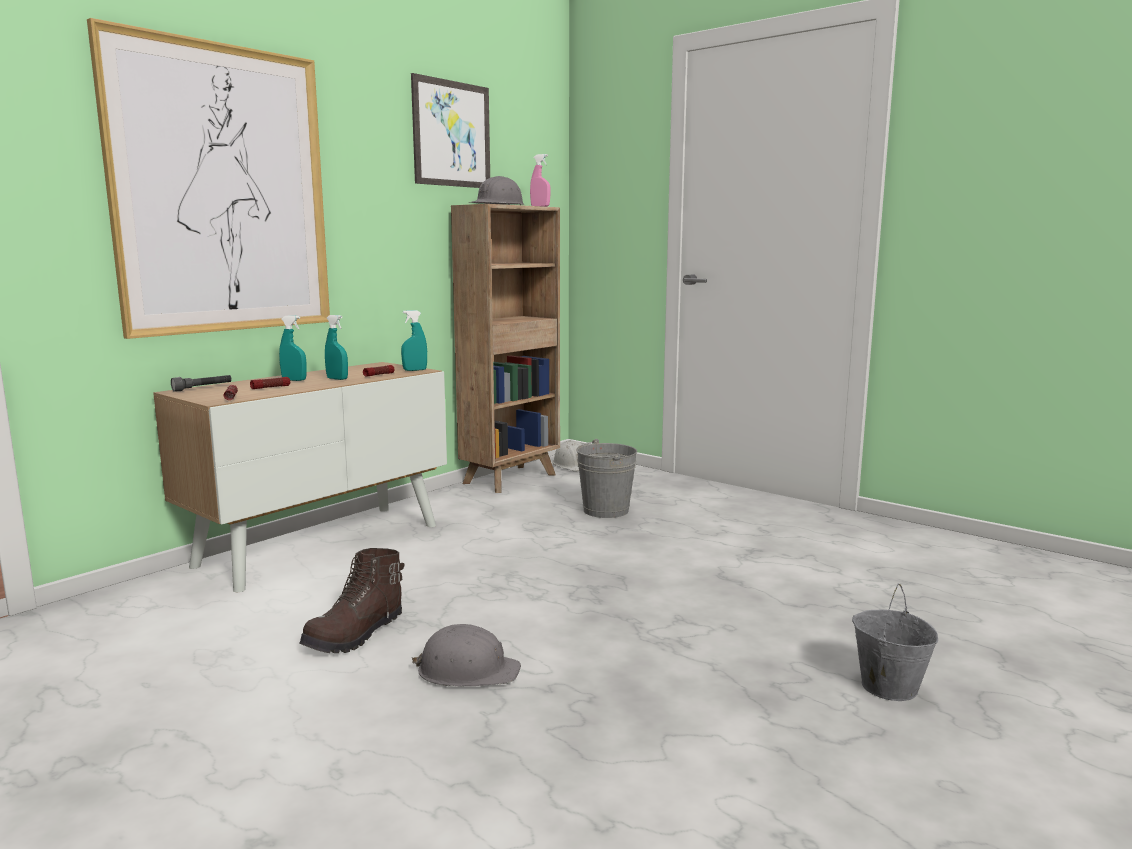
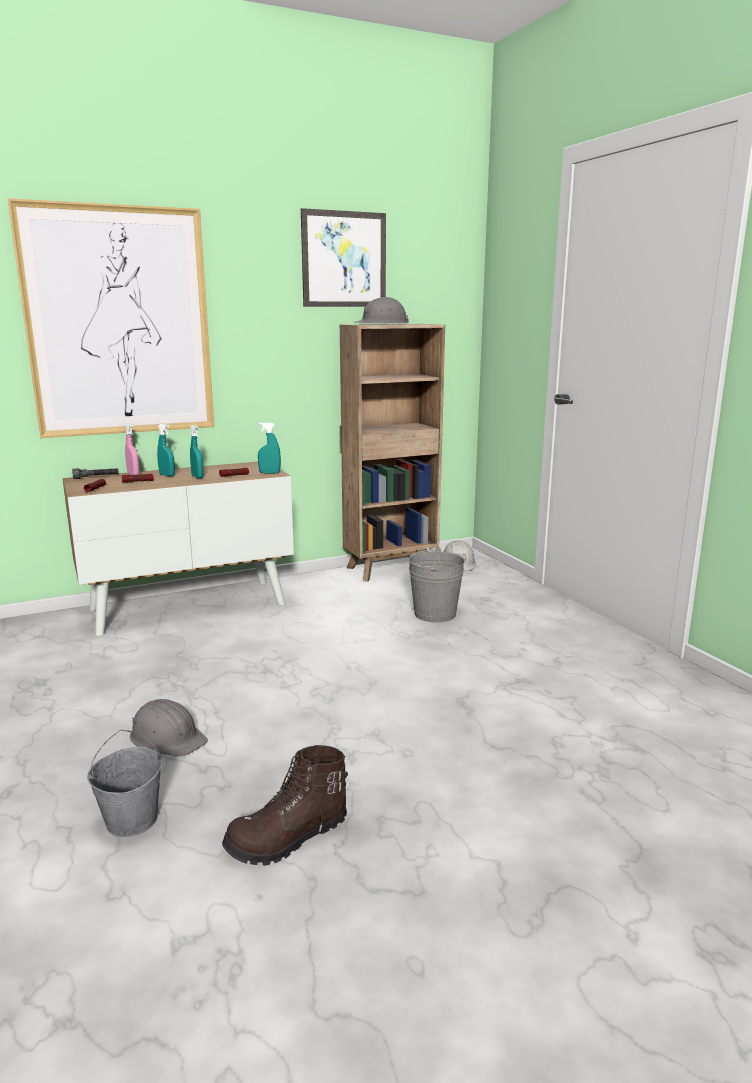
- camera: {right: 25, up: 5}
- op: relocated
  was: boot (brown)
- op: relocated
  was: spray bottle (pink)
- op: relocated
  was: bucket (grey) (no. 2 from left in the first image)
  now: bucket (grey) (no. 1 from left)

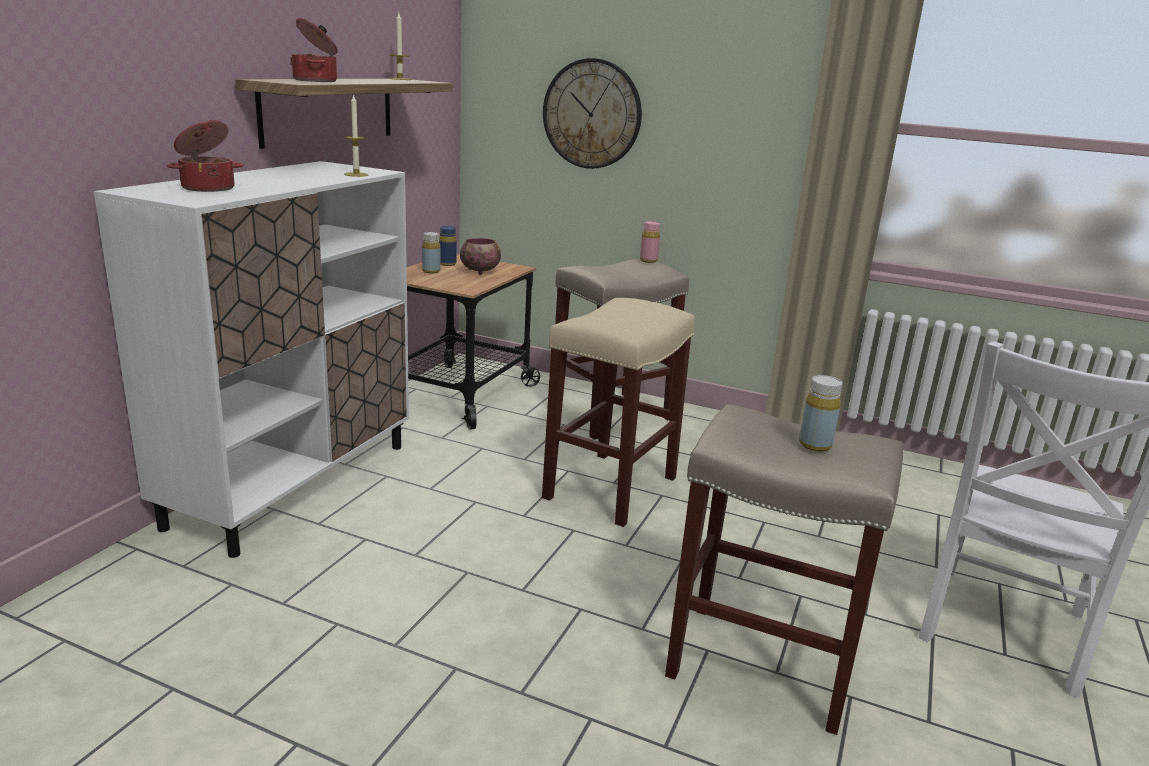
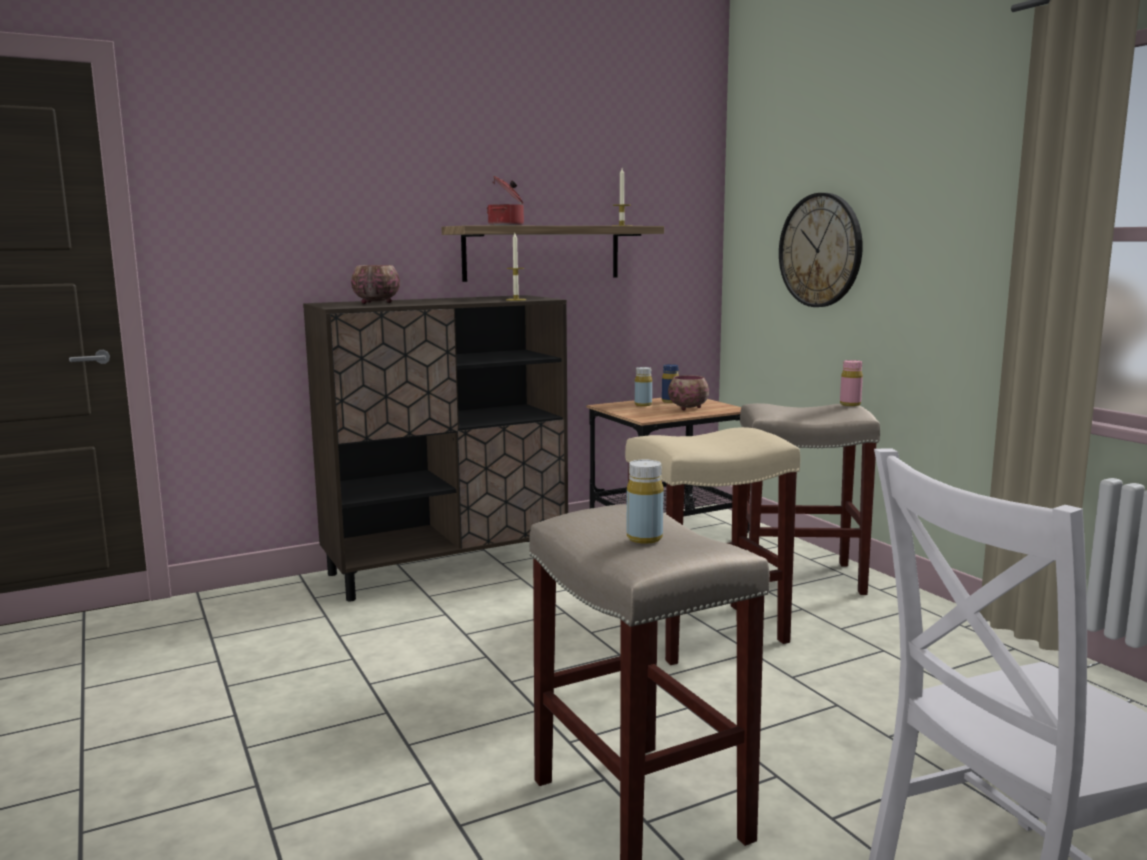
- camera: {right: 40, up: -10}
- op: exchanged
  was: cooking pot (no. 1 from left)
  now: bowl (no. 1 from left)
- op: colour
  was: cabinet (white)
  now: cabinet (brown)

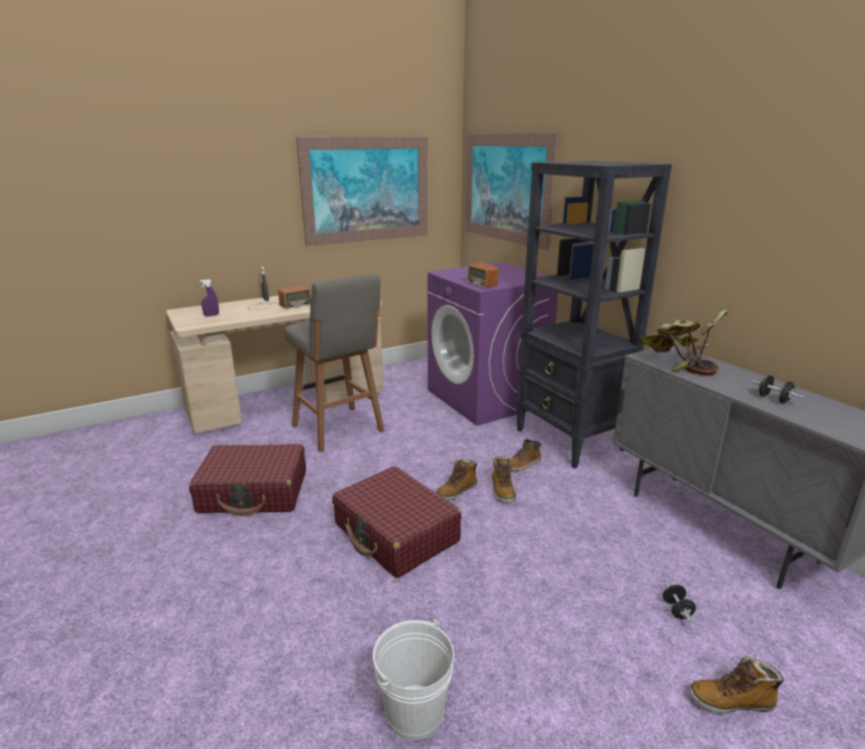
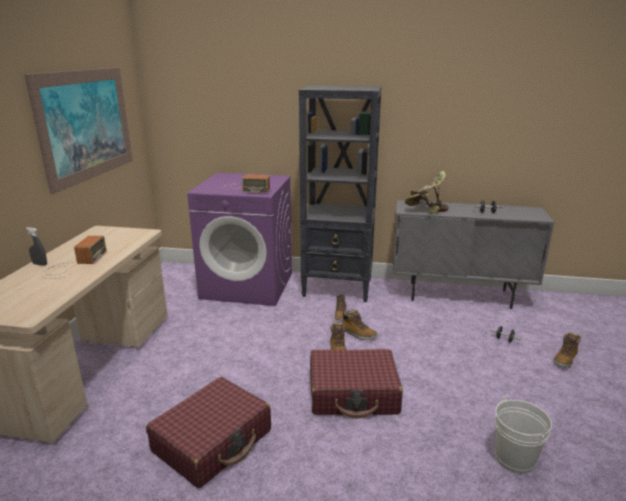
- camera: {right: -50, up: 0}
- op: missing
  was: spray bottle (purple)
- op: missing
  was: stool (grey)
- op: missing
  was: picture (no. 2 from left)

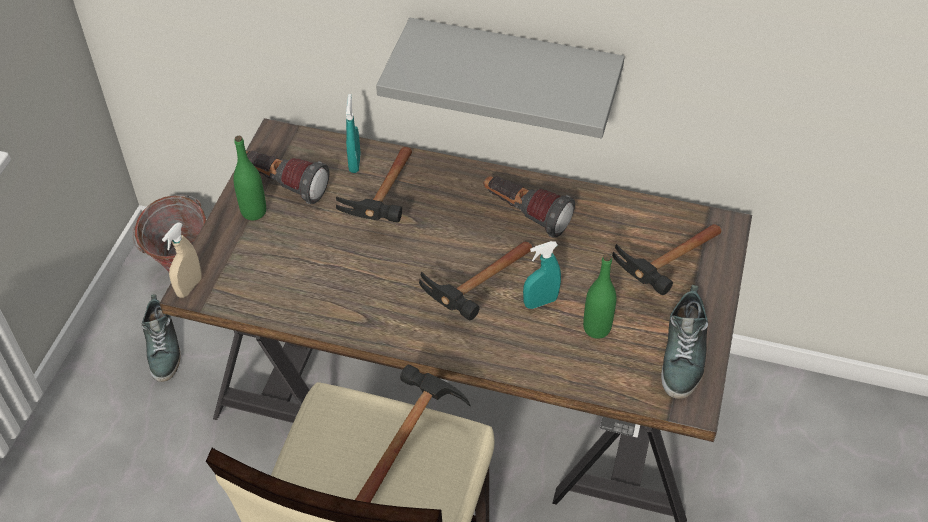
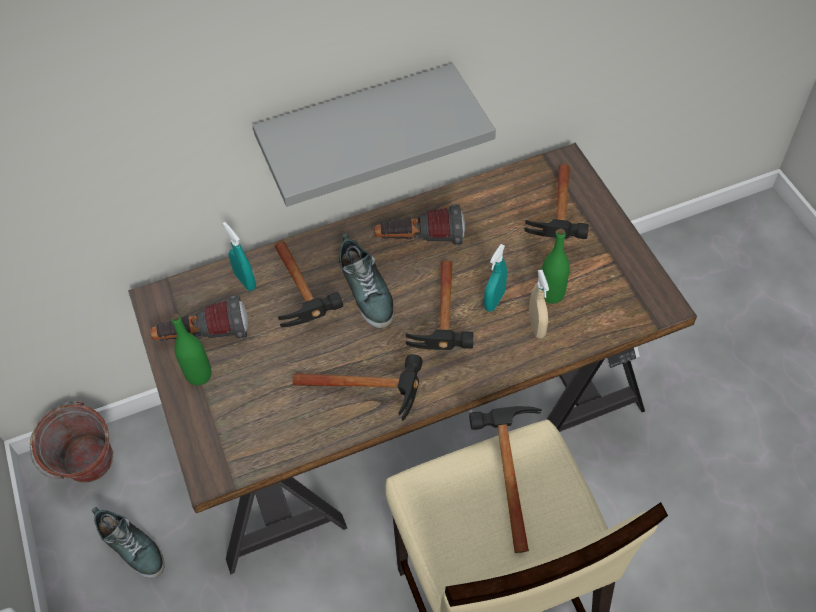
- camera: {right: -35, up: 5}
- op: appeared
  now: hammer (no. 2 from left)
- op: relocated
  was: spray bottle (beige)
- op: relocated
  was: shoe (no. 2 from left)

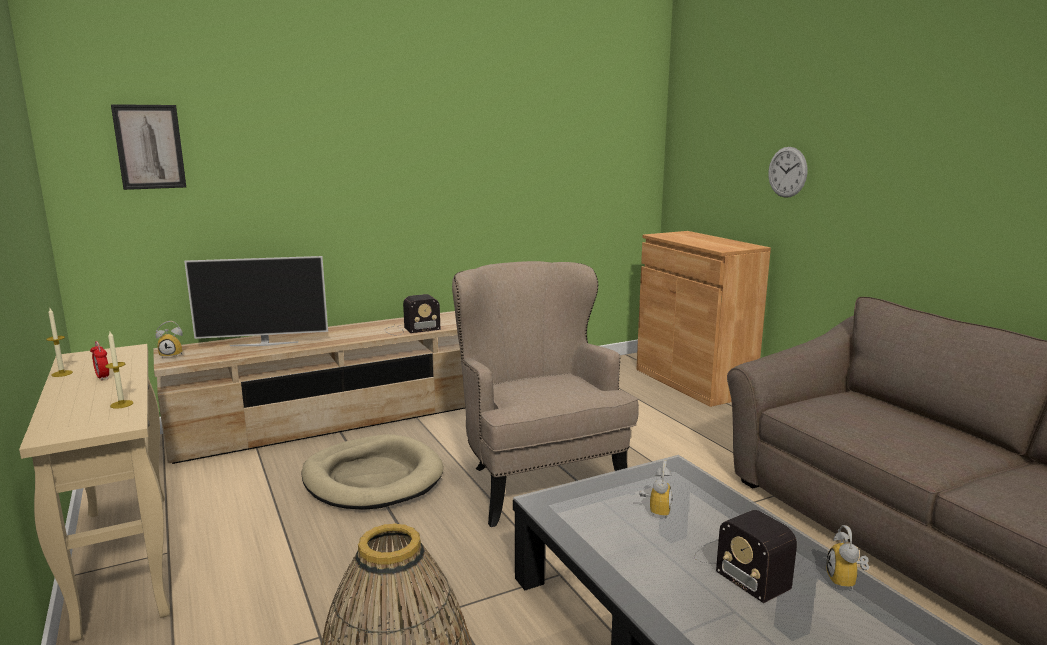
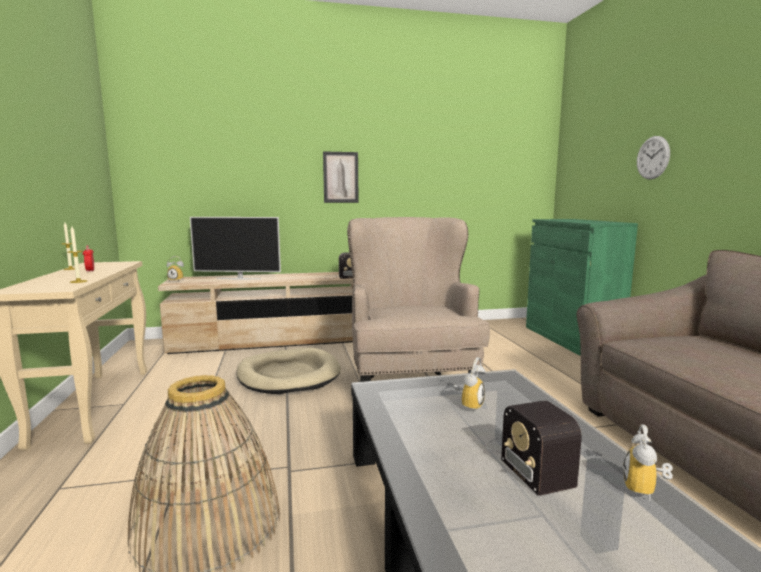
- camera: {right: 15, up: -5}
- op: relocated
  was: picture
- op: colour
  was: cabinet (brown)
  now: cabinet (green)

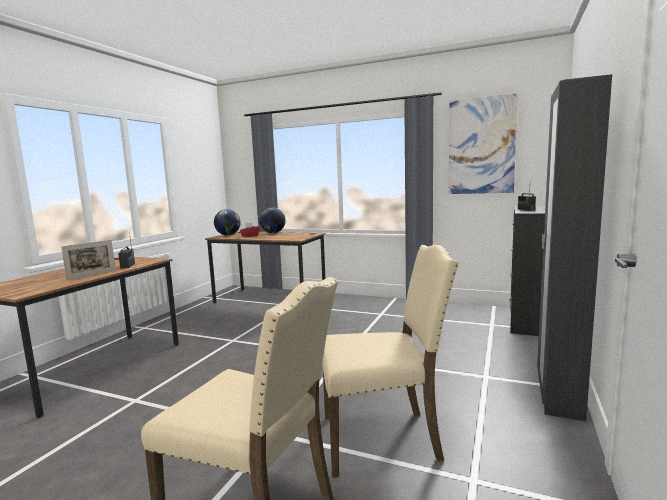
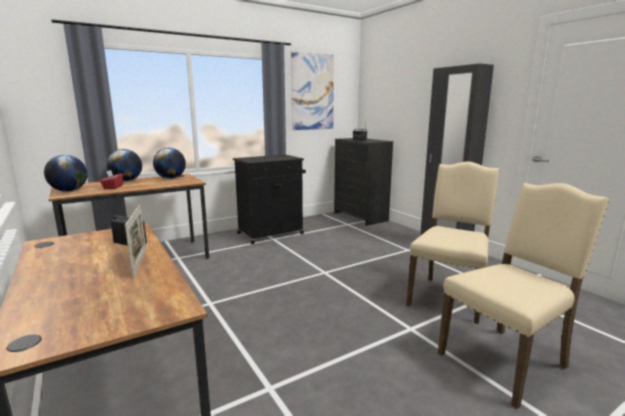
- camera: {right: -55, up: 5}
- op: appeared
  now: globe (no. 3 from left)
- op: appeared
  now: cabinet (black)

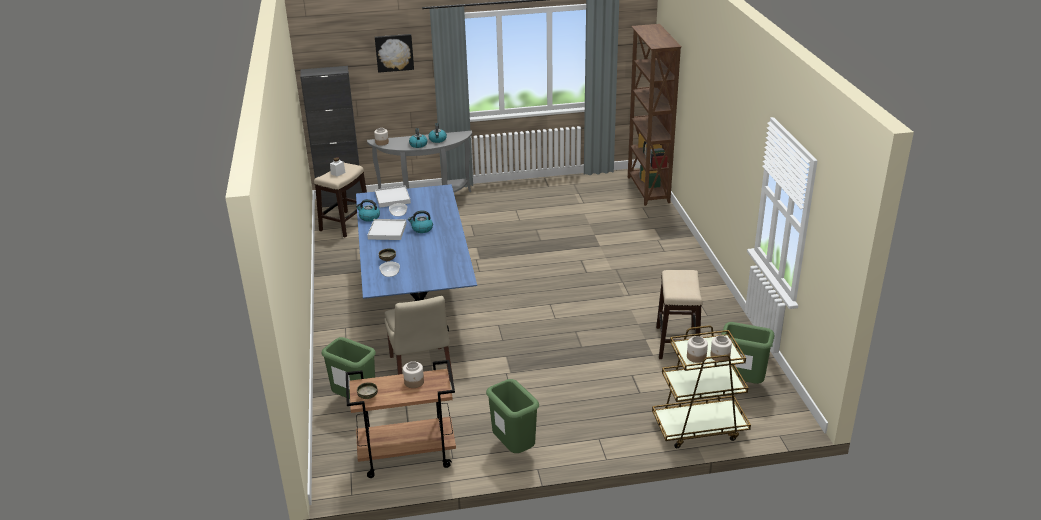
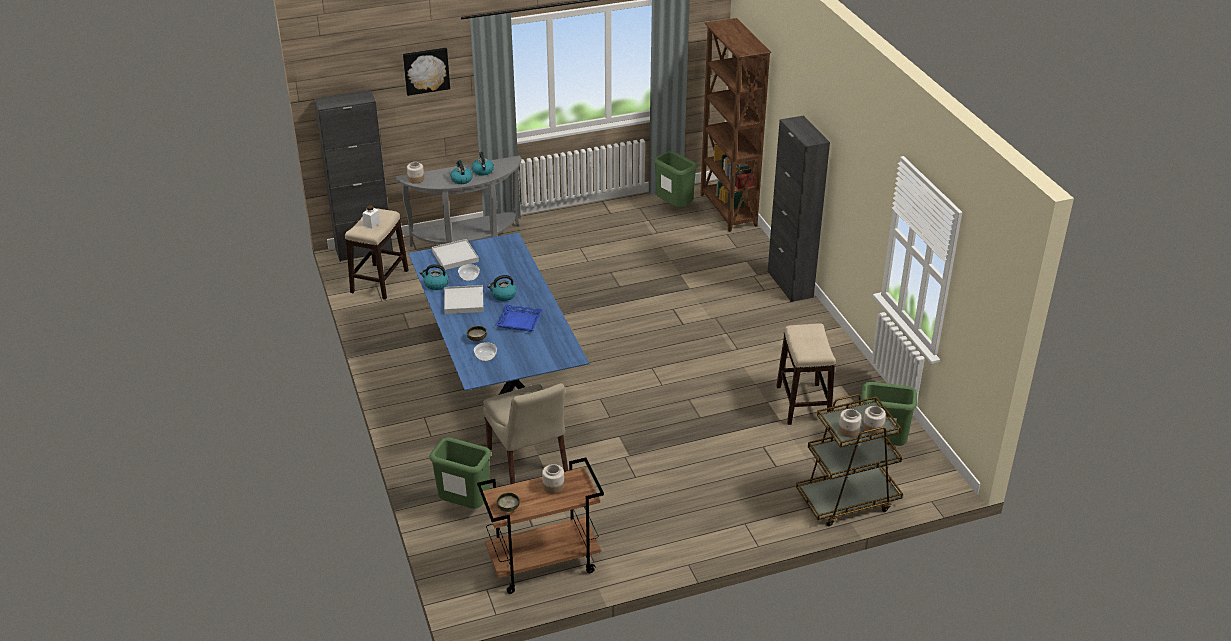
- camera: {right: -10, up: 5}
- op: appeared
  now: tray (blue)
- op: appeared
  now: cabinet (black) (no. 2 from left)
- op: relocated
  was: trash can (green) (no. 2 from left)

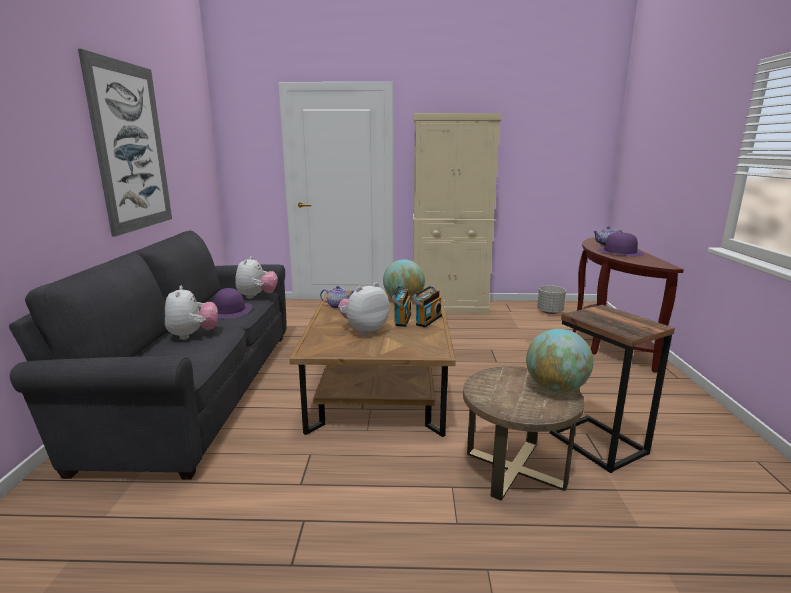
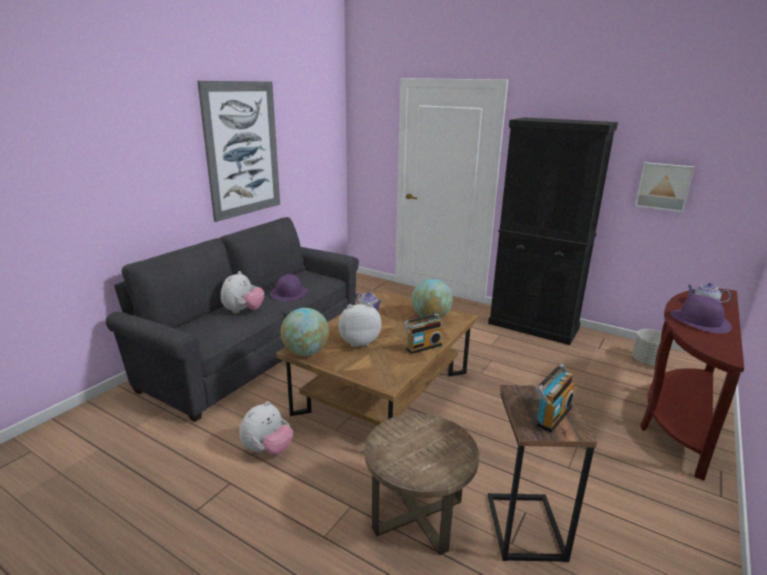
- camera: {right: 30, up: 5}
- op: appeared
  now: picture (no. 2 from left)
- op: relocated
  was: plush toy (no. 2 from left)
- op: relocated
  was: radio (no. 1 from left in the first image)
  now: radio (no. 2 from left)
- op: relocated
  was: globe (no. 2 from left in the first image)
  now: globe (no. 1 from left)
- op: colour
  was: cabinet (beige)
  now: cabinet (black)

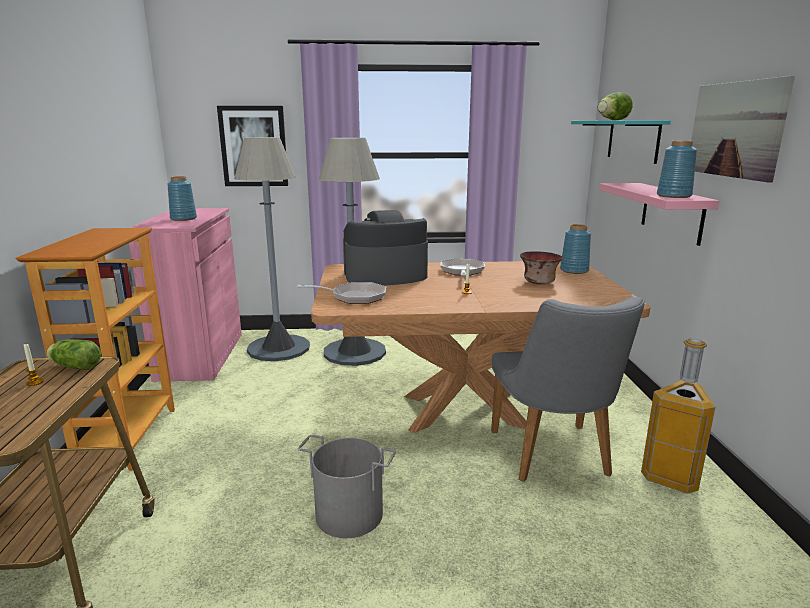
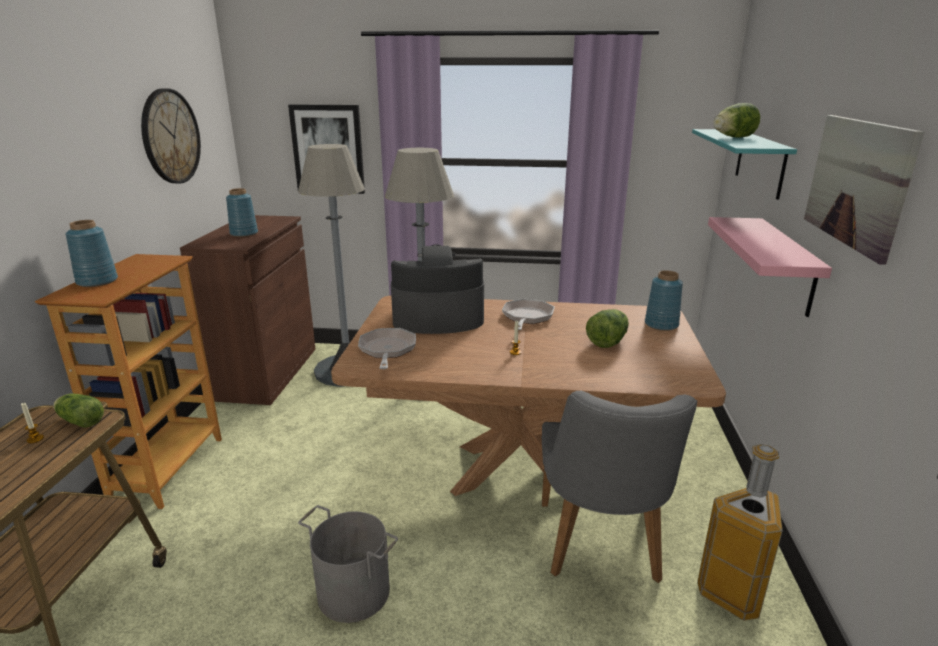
- camera: {right: 10, up: 5}
- op: appeared
  now: wall clock
- op: relocated
  was: vase (blue) (no. 3 from left in the first image)
  now: vase (blue) (no. 1 from left)
- op: exchanged
  was: bowl
  now: lettuce (no. 2 from left)
- op: colour
  was: cabinet (pink)
  now: cabinet (brown)
- op: spun
  was: frying pan (no. 1 from left)
  clockwise: -105

